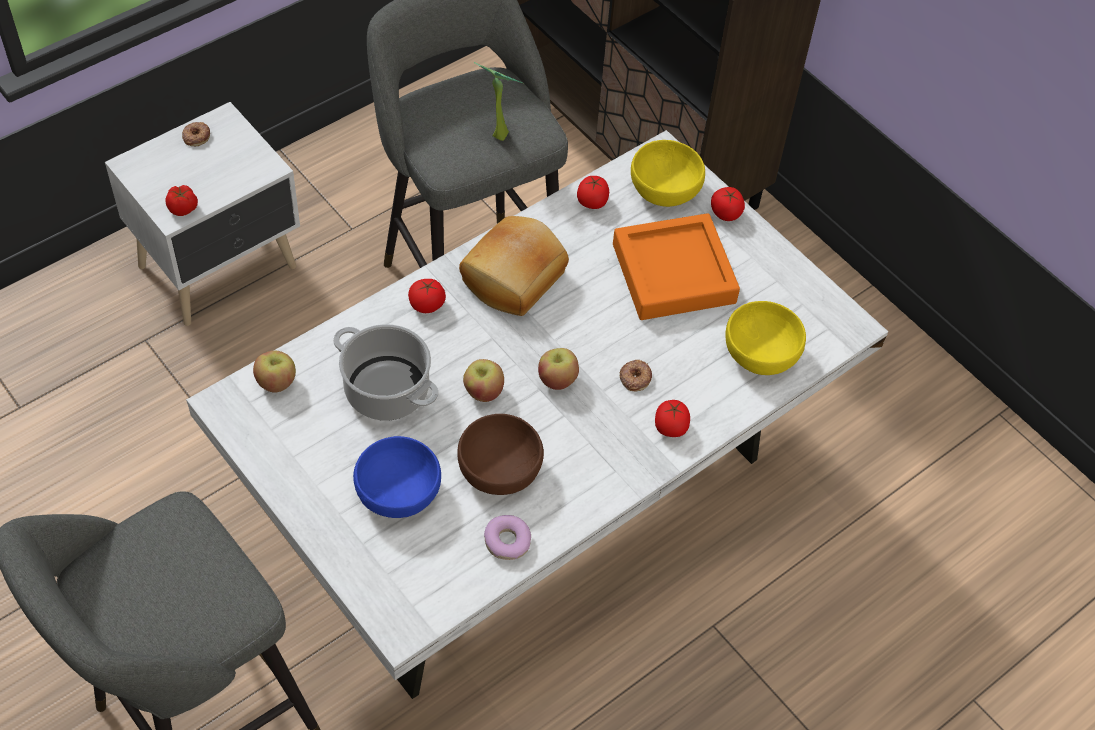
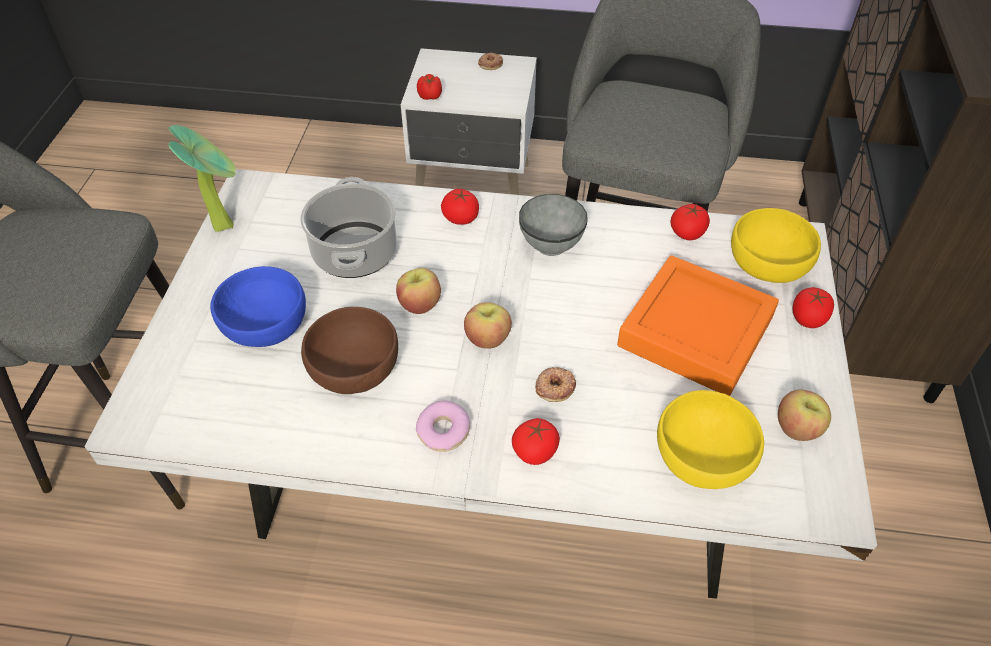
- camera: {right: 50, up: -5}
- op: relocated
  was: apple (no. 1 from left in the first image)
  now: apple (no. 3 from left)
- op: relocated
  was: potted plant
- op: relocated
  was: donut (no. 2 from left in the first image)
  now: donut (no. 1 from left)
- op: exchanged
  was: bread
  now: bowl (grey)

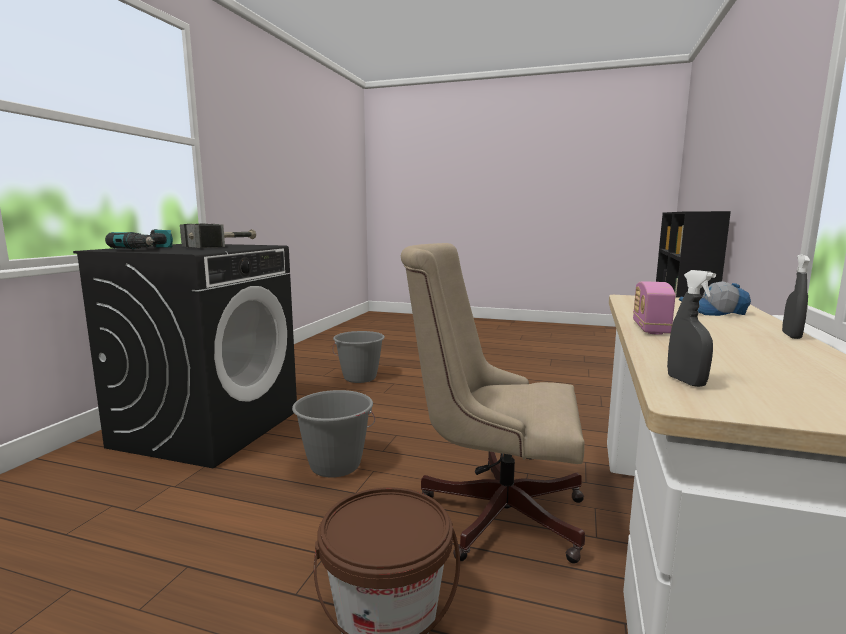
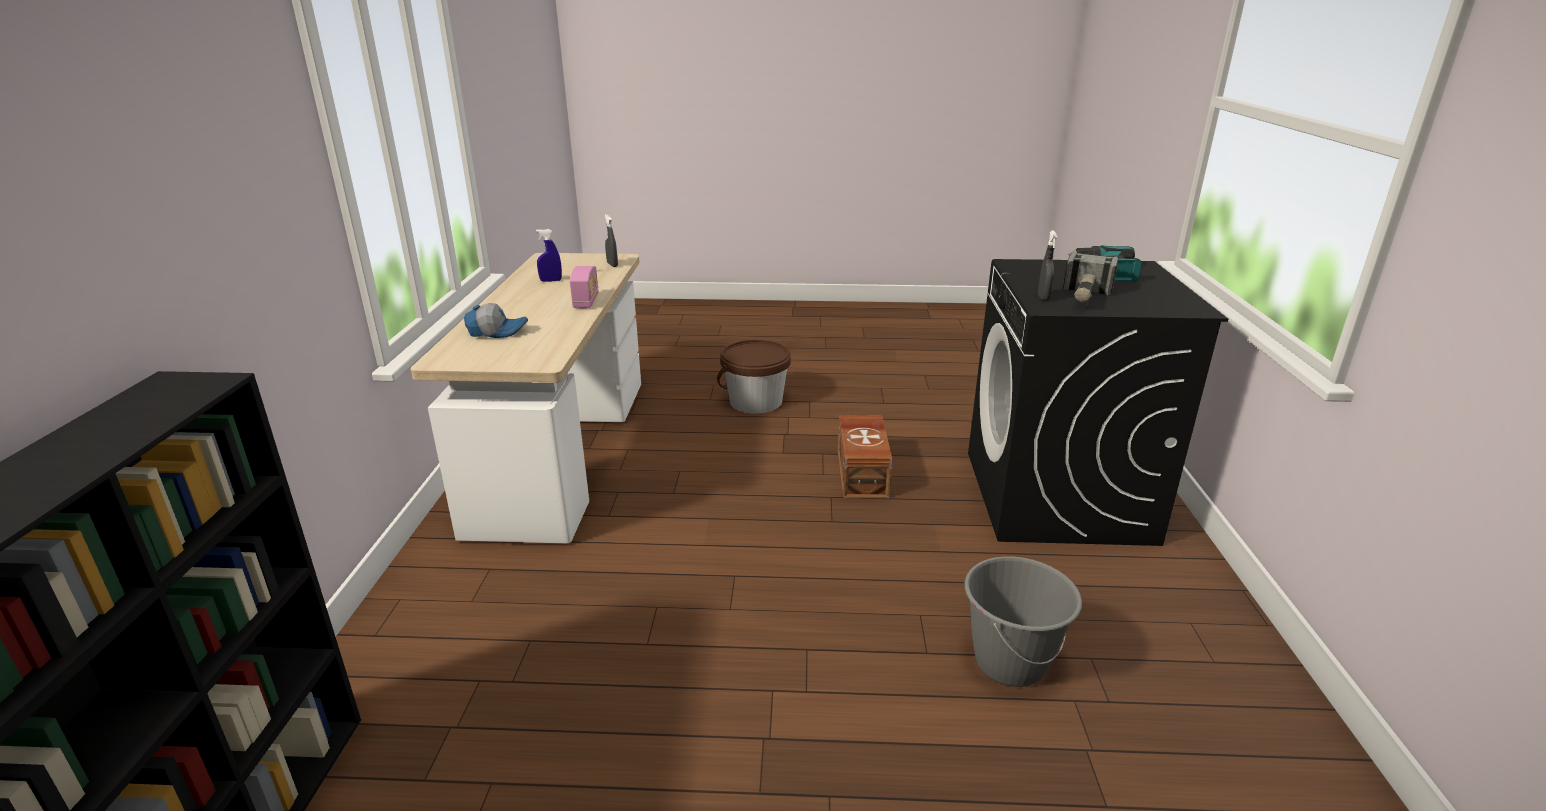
- camera: {right: 165, up: 15}
- op: missing
  was: office chair (beige)
- op: appeared
  now: spray bottle (blue)
- op: relocated
  was: spray bottle (grey) (no. 2 from left)
- op: exchanged
  was: bucket (grey) (no. 1 from left)
  now: storage box (brown)

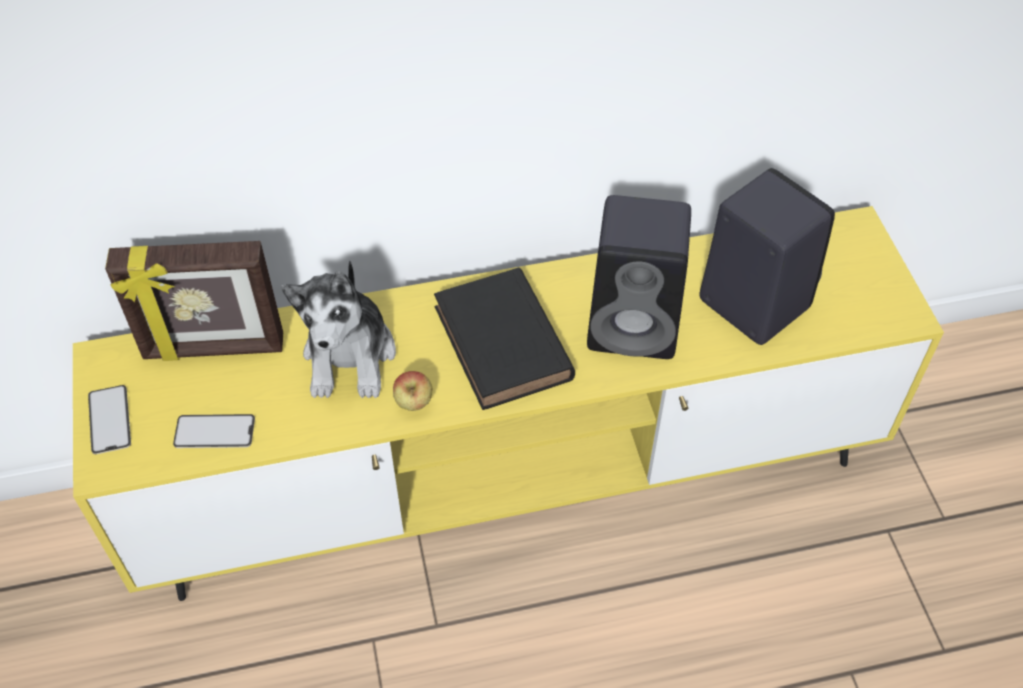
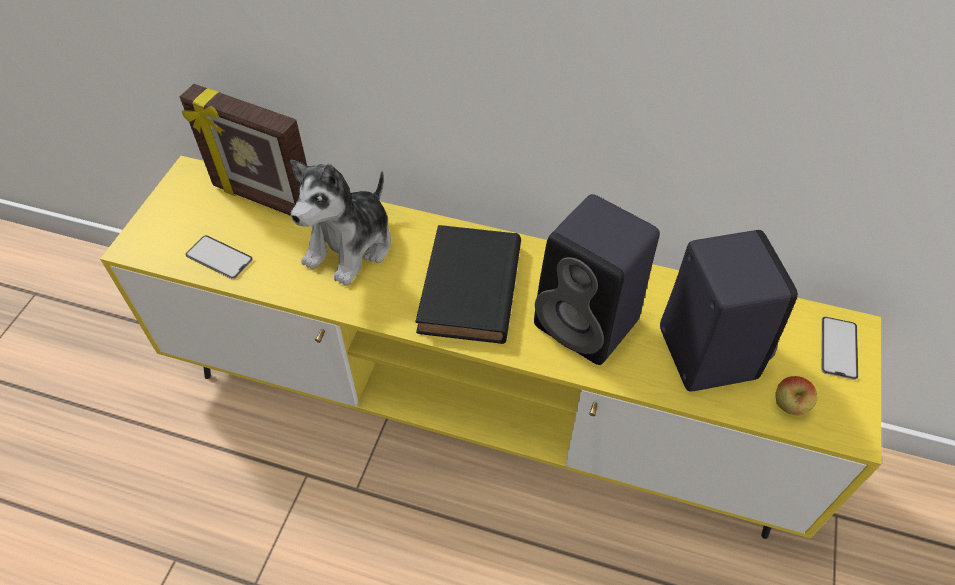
- camera: {right: 30, up: 0}
- op: relocated
  was: phone (no. 1 from left in the first image)
  now: phone (no. 2 from left)
- op: relocated
  was: apple

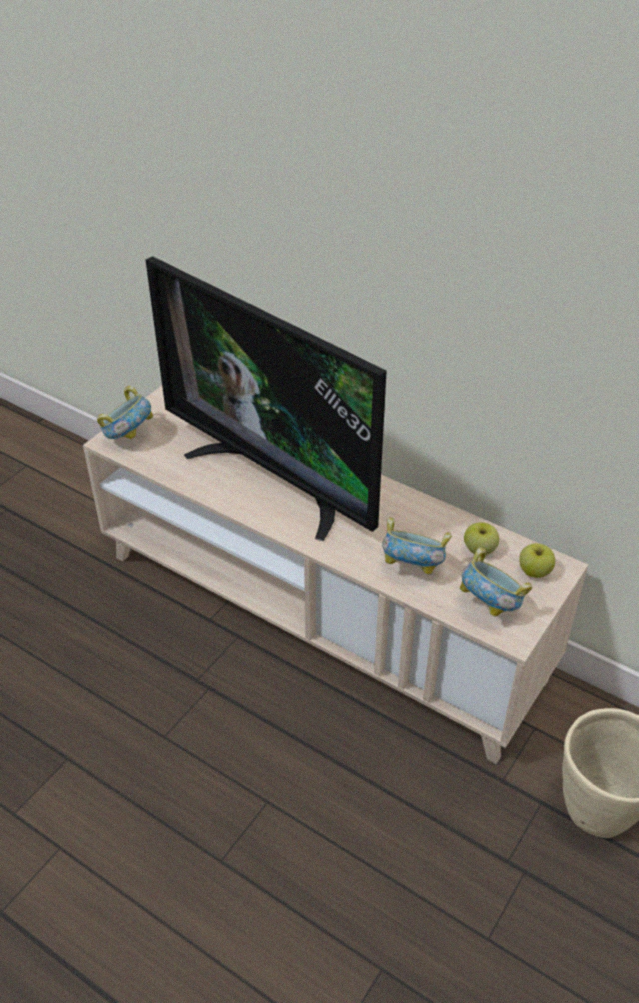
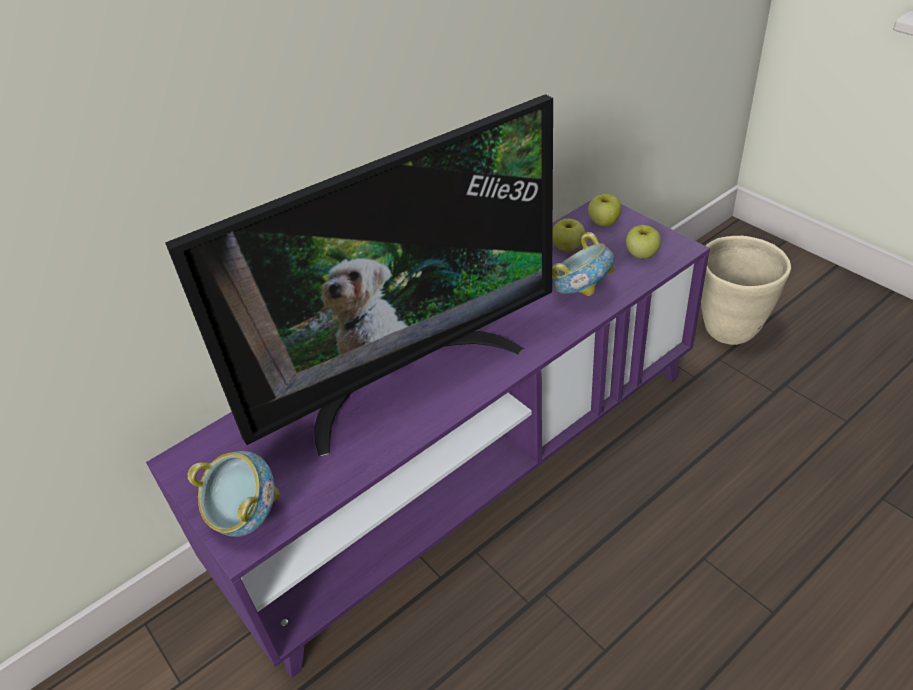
- camera: {right: -70, up: 0}
- op: exchanged
  was: bowl (no. 3 from left)
  now: apple (no. 3 from left)
- op: colour
  was: tv stand (beige)
  now: tv stand (purple)

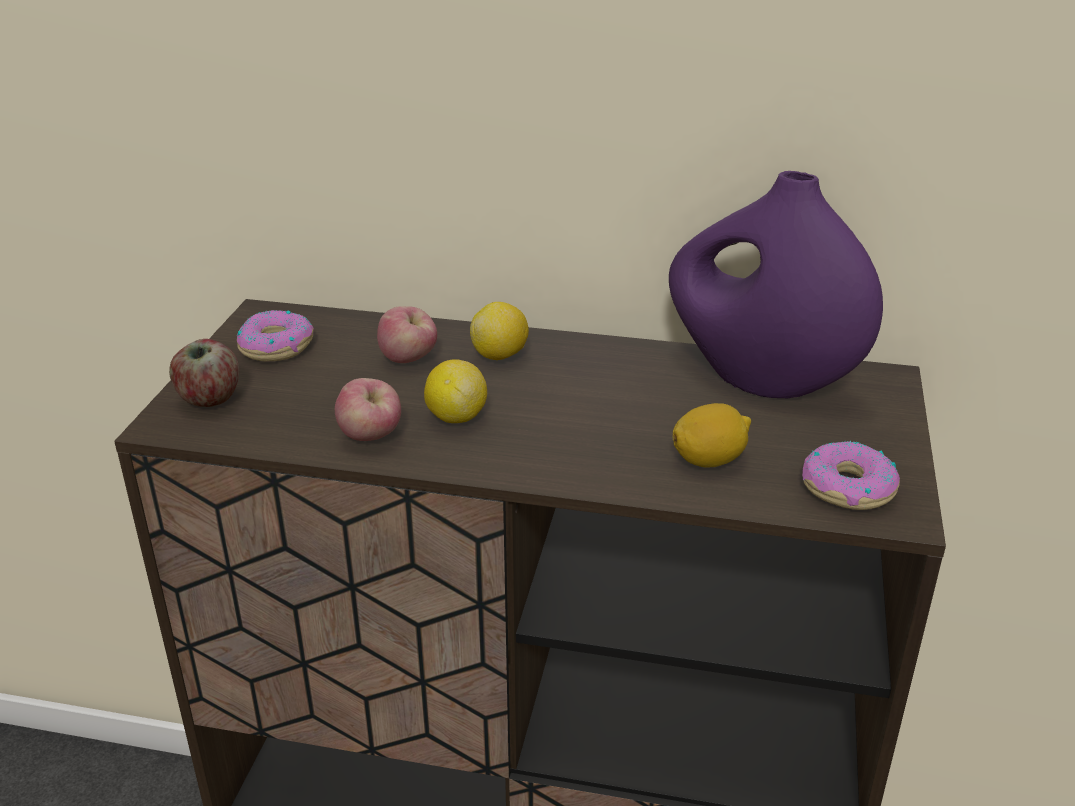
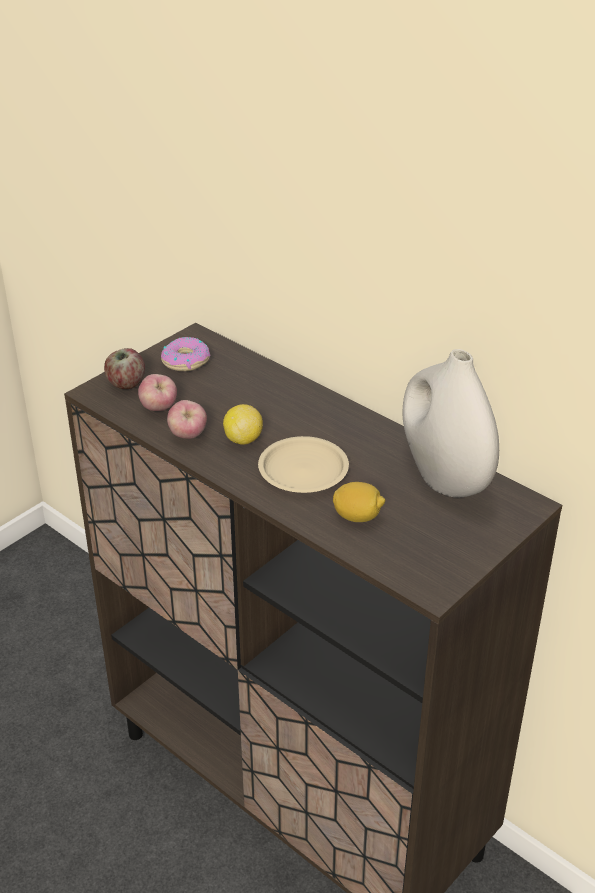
- camera: {right: 30, up: 5}
- op: missing
  was: lemon (no. 2 from left)
- op: missing
  was: donut (no. 2 from left)
- op: appeared
  now: plate (beige)
- op: relocated
  was: apple (no. 3 from left in the first image)
  now: apple (no. 2 from left)
- op: colour
  was: vase (purple)
  now: vase (white)

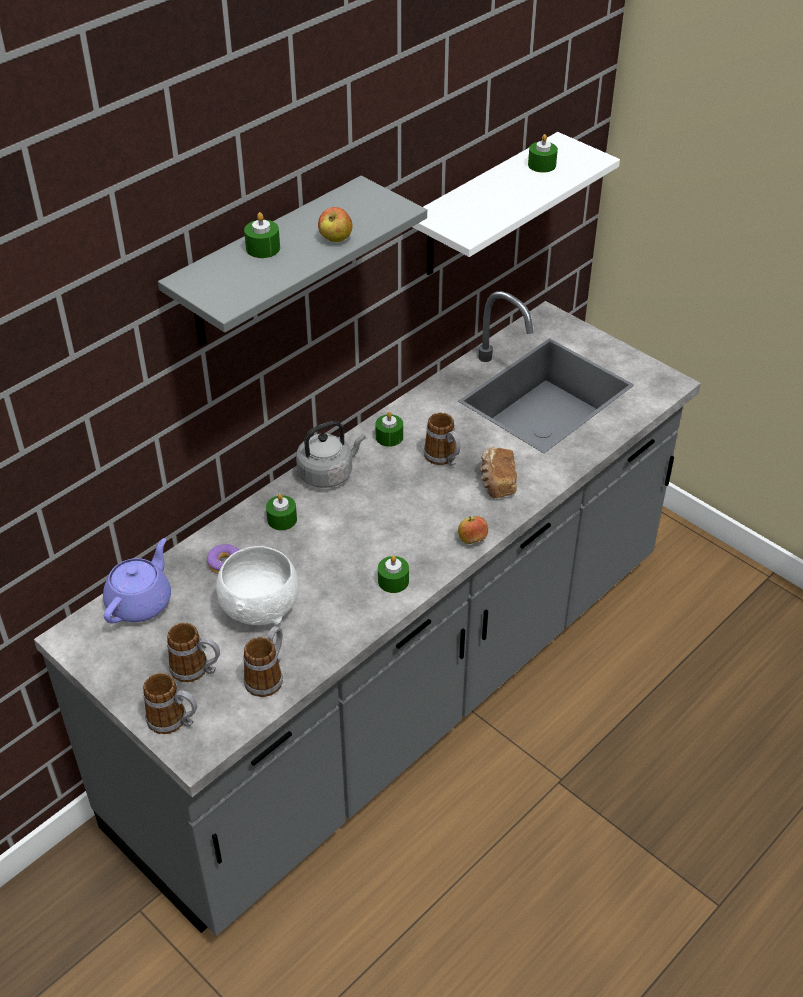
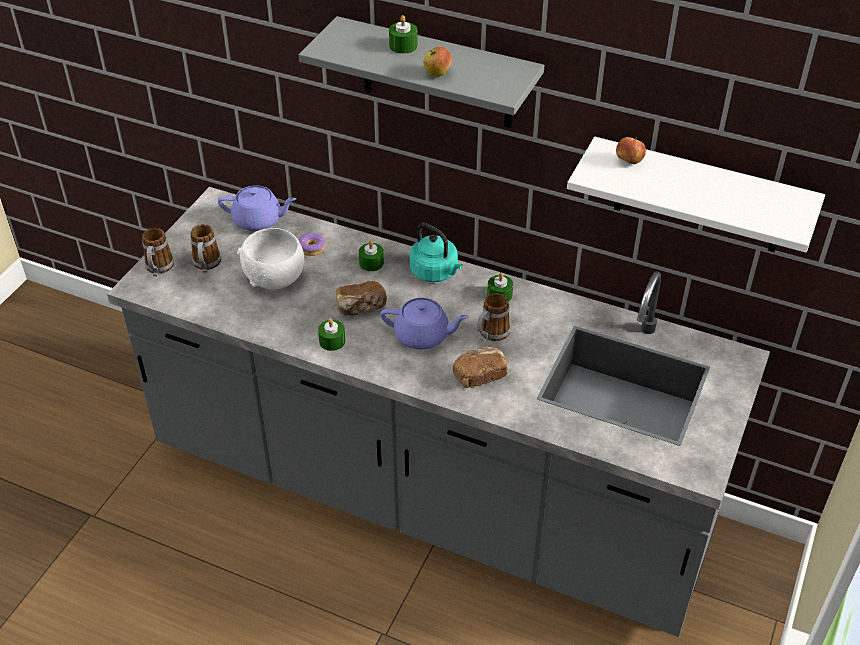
- camera: {right: 70, up: 0}
- op: missing
  was: mug (no. 3 from left)
- op: missing
  was: candle (green) (no. 5 from left)
- op: appeared
  now: bread (no. 1 from left)
- op: appeared
  now: teapot (purple) (no. 2 from left)
- op: relocated
  was: apple (no. 2 from left)
- op: colour
  was: kettle (grey)
  now: kettle (turquoise)

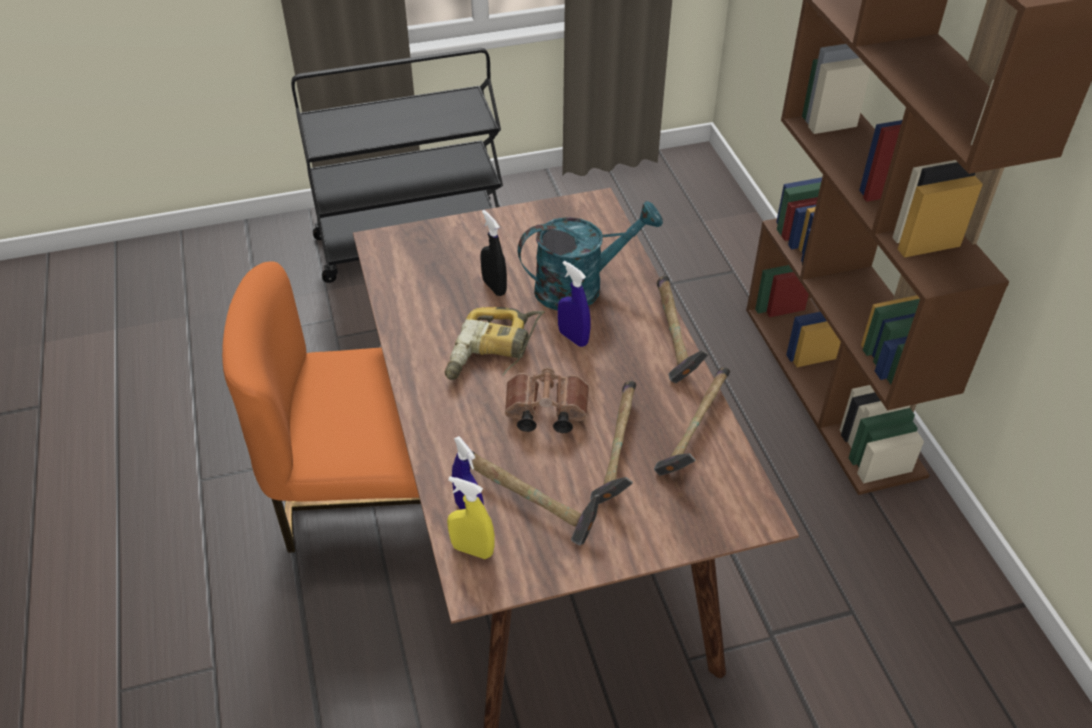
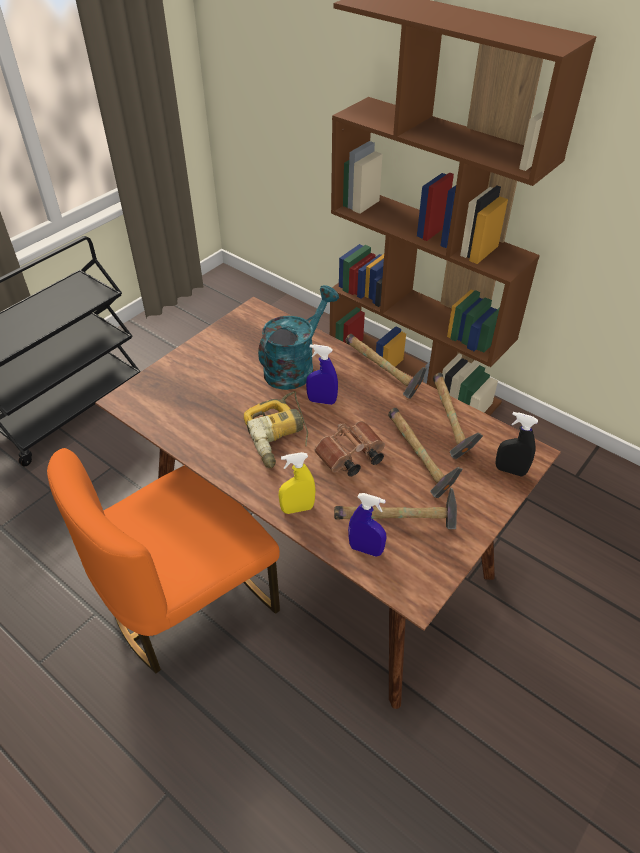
- camera: {right: -35, up: 0}
- op: relocated
  was: spray bottle (yellow)
- op: relocated
  was: spray bottle (black)

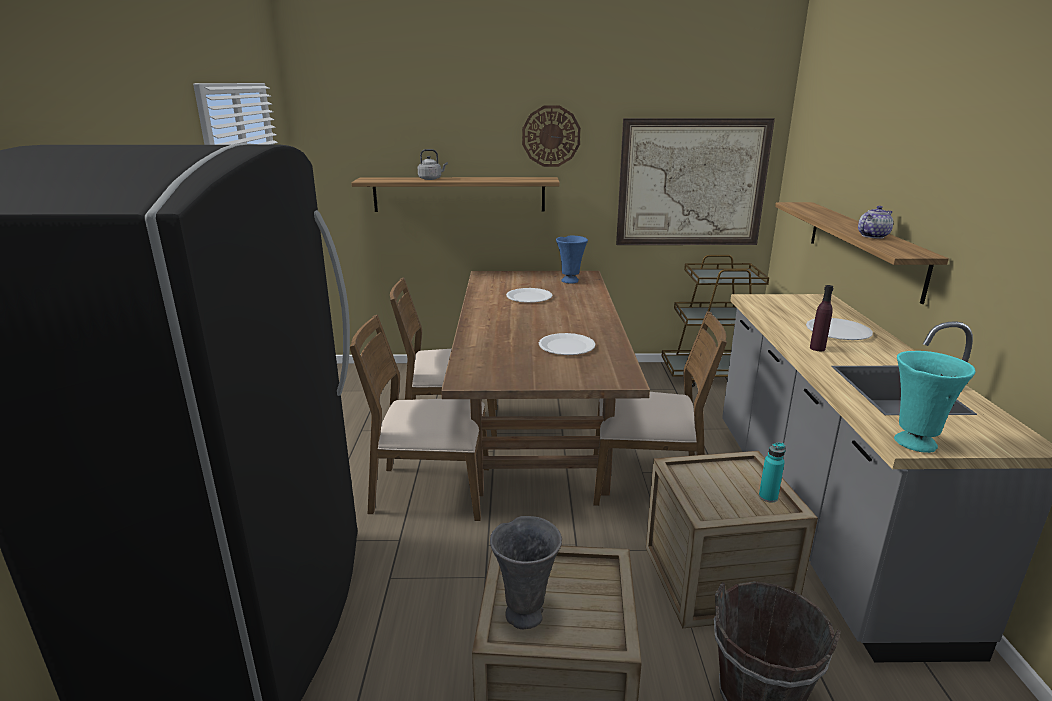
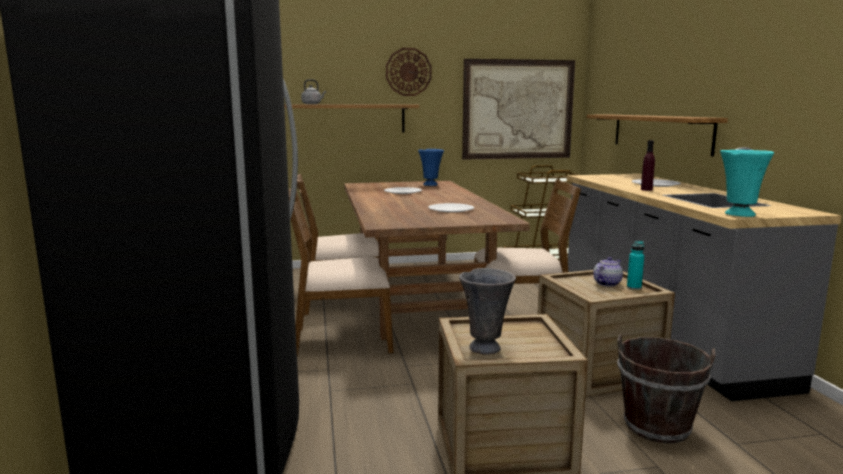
- camera: {right: -10, up: -10}
- op: relocated
  was: teapot

